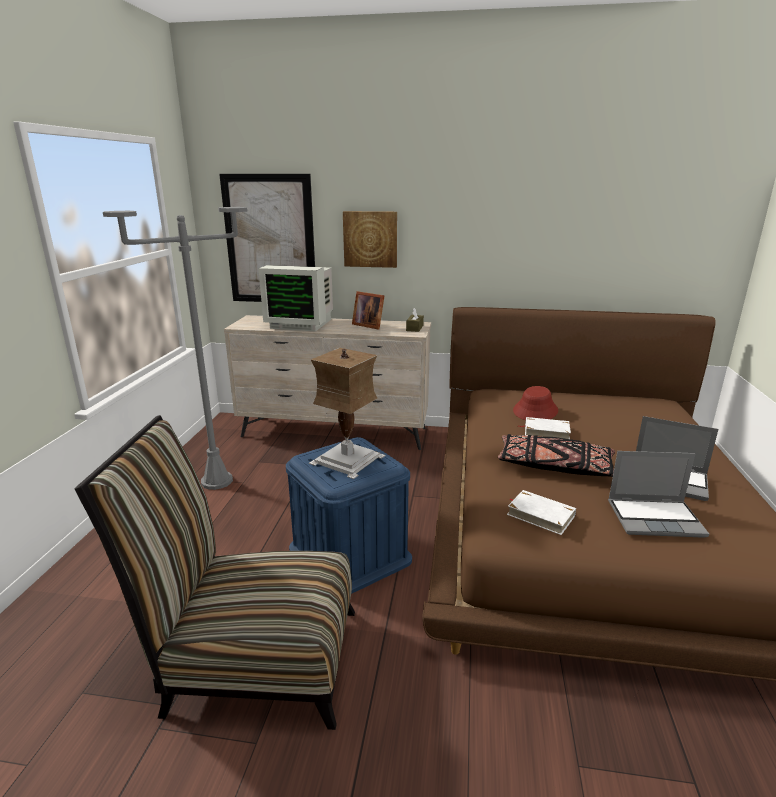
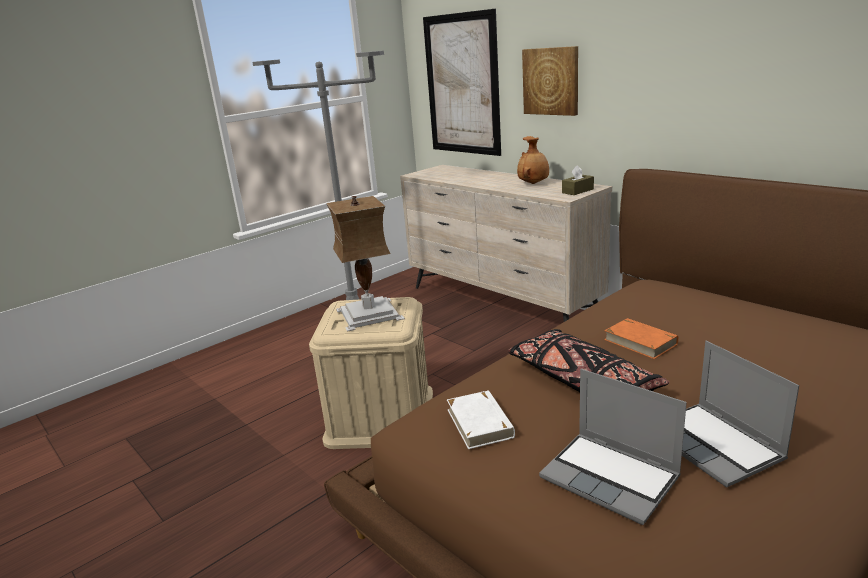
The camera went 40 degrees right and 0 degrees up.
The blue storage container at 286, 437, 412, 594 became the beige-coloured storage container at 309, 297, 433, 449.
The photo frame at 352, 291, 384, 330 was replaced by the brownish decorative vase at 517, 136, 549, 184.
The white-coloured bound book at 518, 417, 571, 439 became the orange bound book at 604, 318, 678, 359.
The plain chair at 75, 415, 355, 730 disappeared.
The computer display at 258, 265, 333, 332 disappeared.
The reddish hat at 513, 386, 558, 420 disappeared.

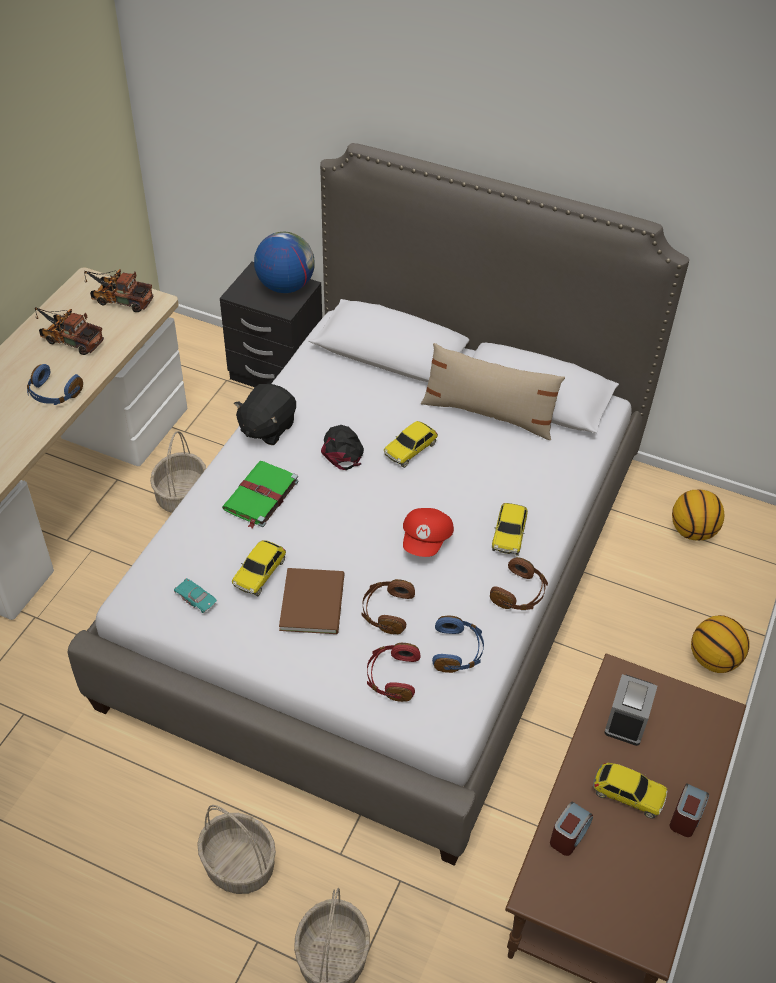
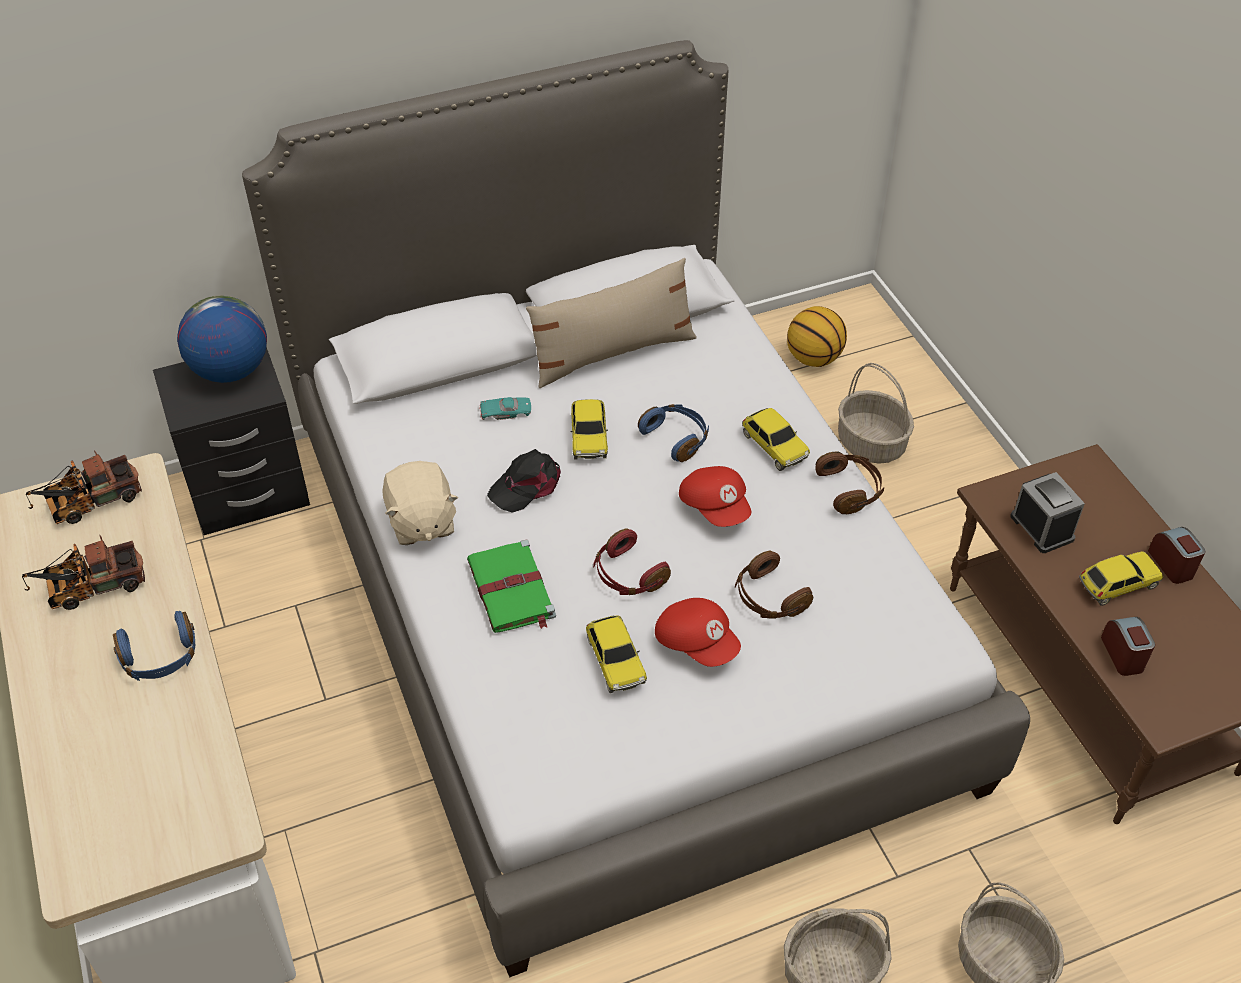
The camera went 45 degrees left and 0 degrees up.
The black plush toy at 234, 384, 296, 445 became the beige-coloured plush toy at 382, 461, 458, 545.
The blue-green toy car moved from 174, 578, 217, 613 to 479, 397, 531, 420.
The black peaked cap at 321, 425, 364, 470 turned 75 degrees counterclockwise.
The reddish pair of headphones moved from 367, 643, 420, 702 to 593, 528, 671, 595.
The blue pair of headphones moved from 432, 615, 484, 673 to 638, 404, 709, 462.
The brownish bound book at 279, 568, 344, 634 was replaced by the reddish peaked cap at 655, 598, 741, 667.
The basket moved from 150, 431, 206, 513 to 838, 363, 914, 464.
The basketball at 691, 615, 749, 673 disappeared.

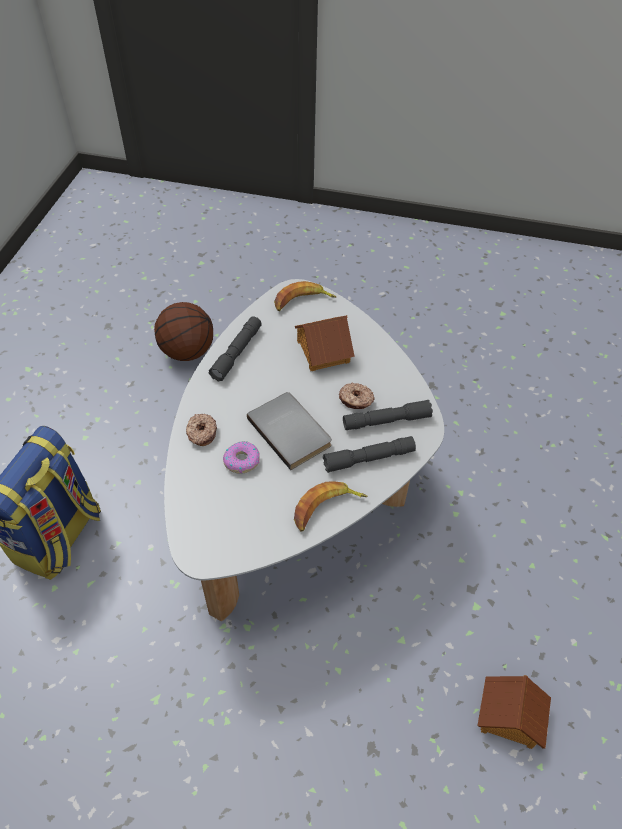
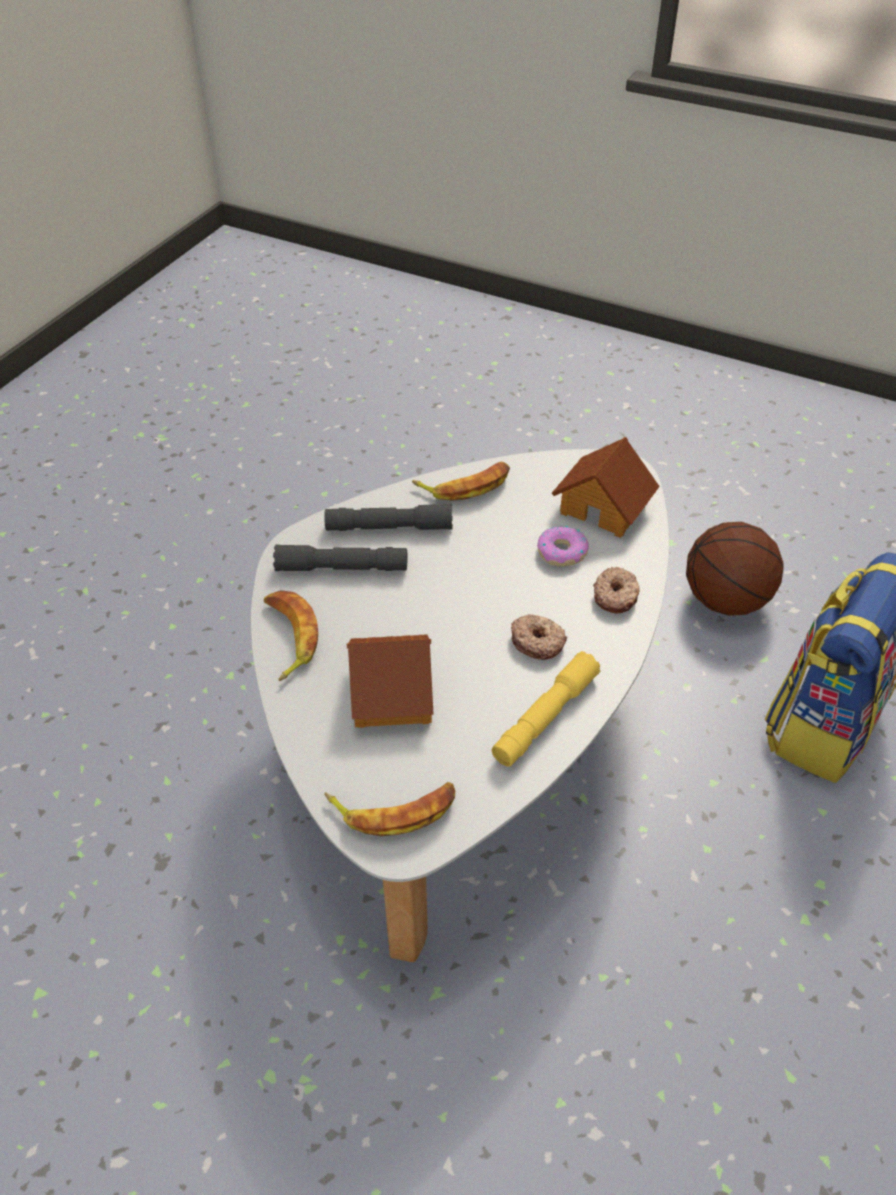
The camera went 165 degrees left and 5 degrees down.
The banana fruit at 264, 590, 318, 681 appeared.
The gray flashlight at 208, 316, 262, 382 became the yellow-coloured flashlight at 492, 651, 601, 767.
The ring doughnut moved from 339, 383, 375, 409 to 511, 614, 567, 660.
The miniature house moved from 477, 675, 551, 749 to 552, 437, 660, 538.
The basketball moved from 154, 302, 213, 361 to 686, 522, 784, 616.
The gray bound book at 247, 392, 332, 470 disappeared.

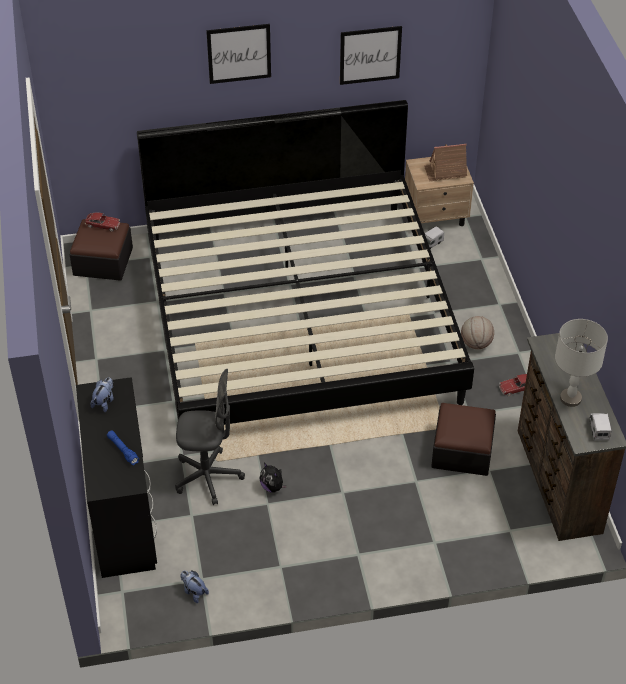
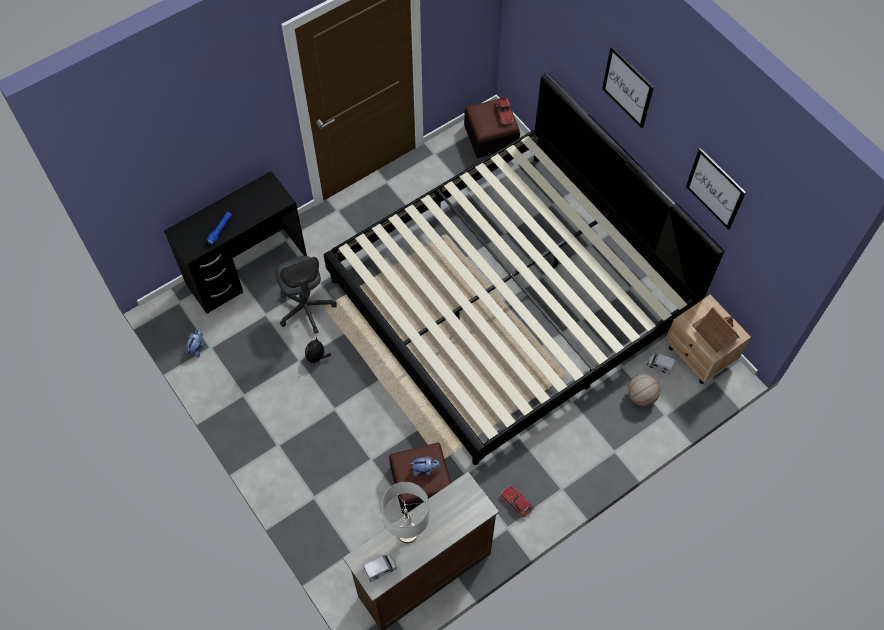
The camera went 65 degrees right and 15 degrees up.
The plush toy moved from 91, 377, 114, 412 to 410, 456, 441, 477.
The basketball moved from 461, 316, 494, 349 to 628, 374, 660, 406.

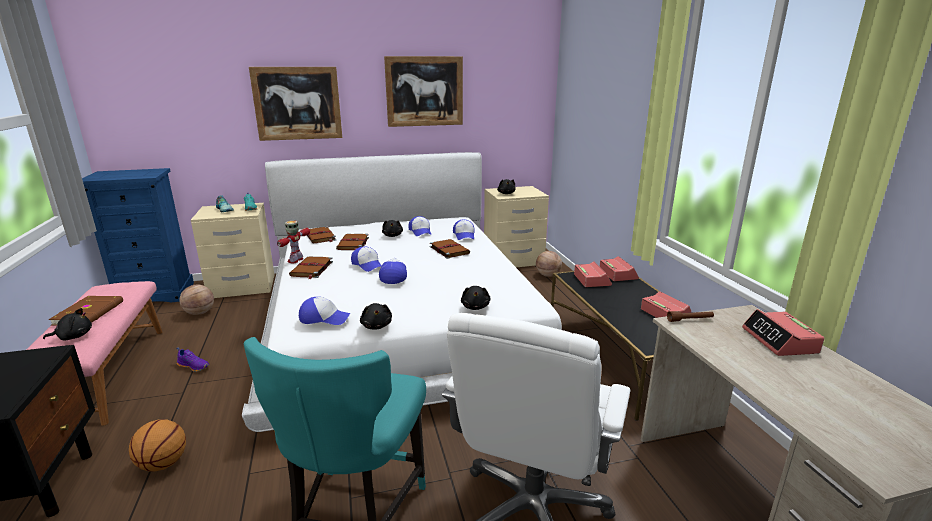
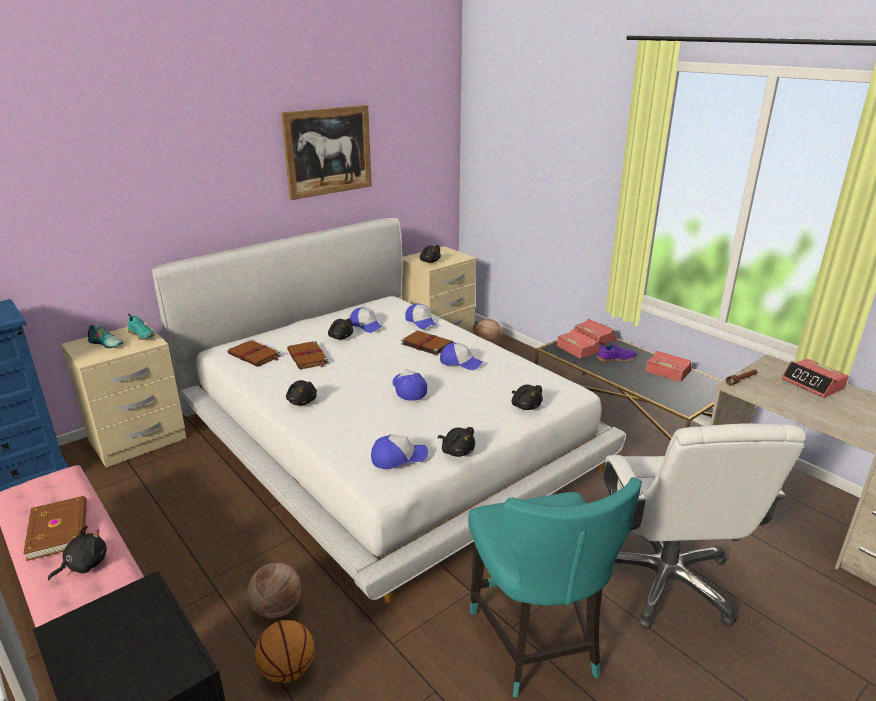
The camera went 25 degrees left and 5 degrees up.
The basketball moved from 179, 285, 214, 315 to 247, 563, 301, 618.
The brownish bound book at 289, 256, 333, 279 was replaced by the black plush toy at 286, 380, 317, 405.
The peaked cap moved from 351, 246, 382, 272 to 440, 343, 483, 370.
The purplish item of footwear moved from 176, 348, 209, 372 to 597, 343, 636, 362.
The wall picture at 249, 67, 342, 141 disappeared.
The toy robot at 277, 221, 310, 263 disappeared.

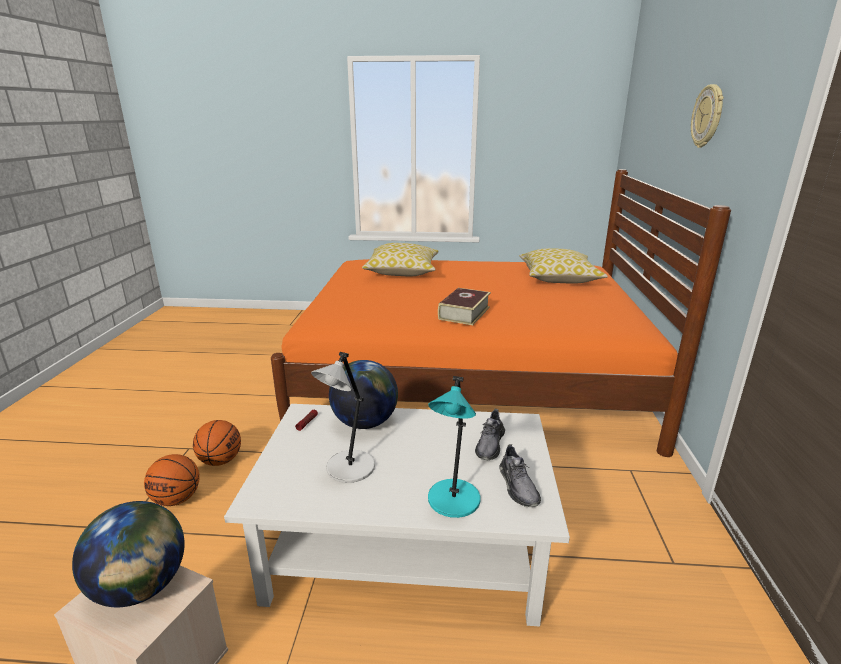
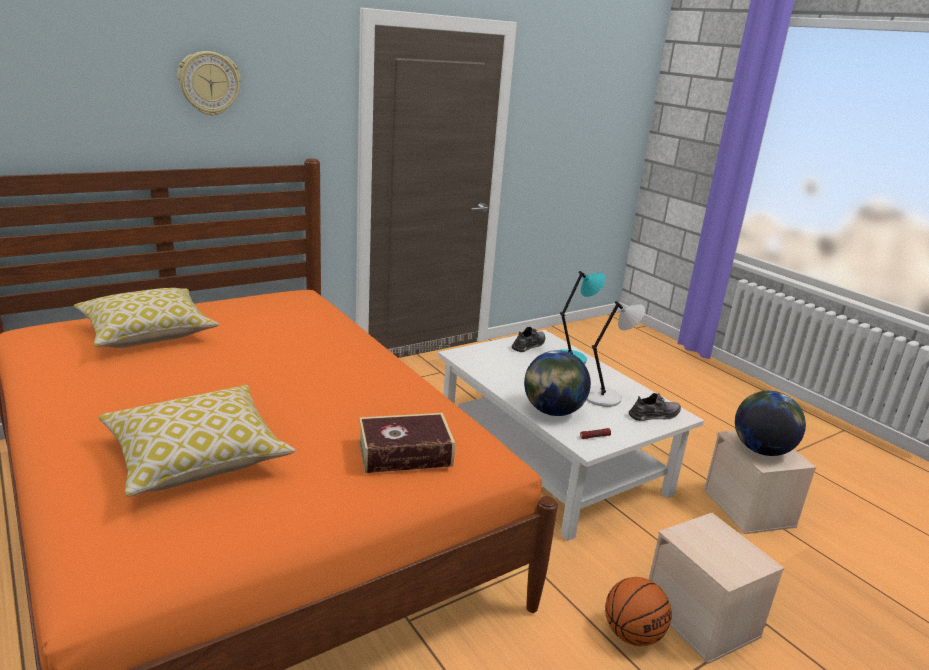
The camera went 130 degrees left and 0 degrees up.
The bound book moved from 438, 288, 491, 325 to 359, 413, 455, 473.
The gray item of footwear moved from 475, 409, 505, 460 to 629, 393, 681, 421.
The basketball at 144, 454, 200, 506 was replaced by the beige-coloured storage container at 649, 513, 784, 664.

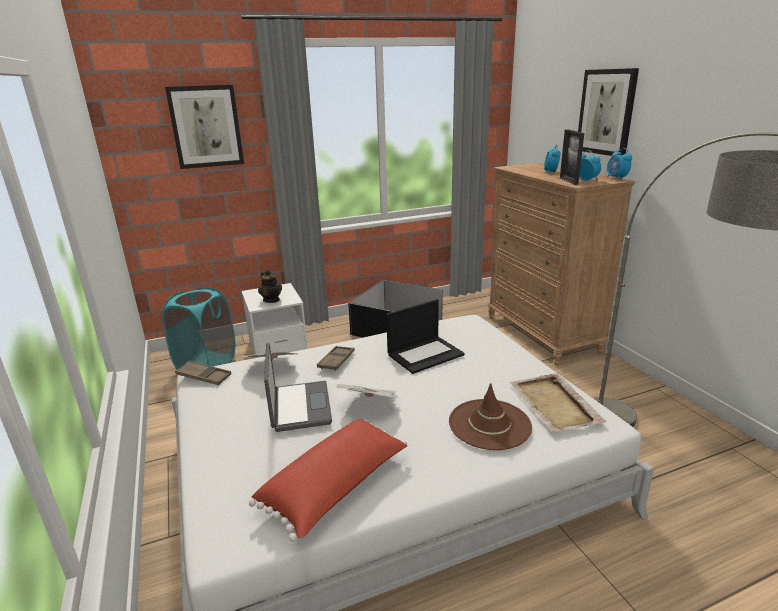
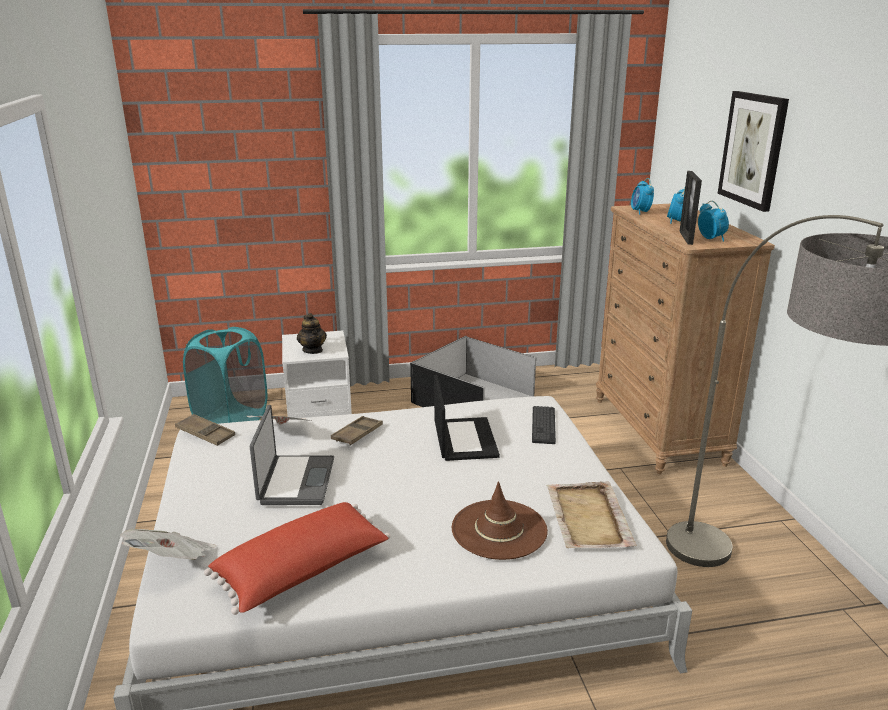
The camera went 10 degrees right and 0 degrees up.
The printed paper moved from 336, 384, 399, 398 to 120, 529, 216, 560.
The laptop at 386, 299, 465, 374 turned 75 degrees counterclockwise.
The PC keyboard at 532, 406, 556, 444 appeared.
The alarm clock moved from 607, 148, 632, 180 to 631, 178, 654, 215.
The wall picture at 165, 85, 244, 169 disappeared.

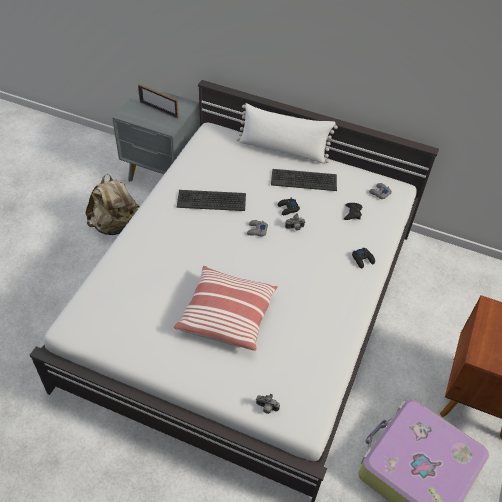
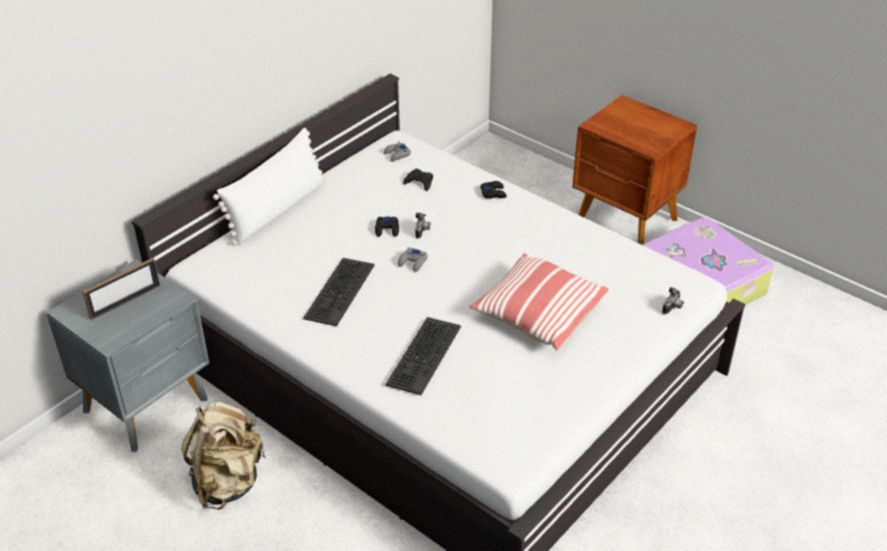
The camera went 70 degrees left and 10 degrees down.
The PC keyboard moved from 271, 169, 337, 191 to 385, 317, 461, 395.

